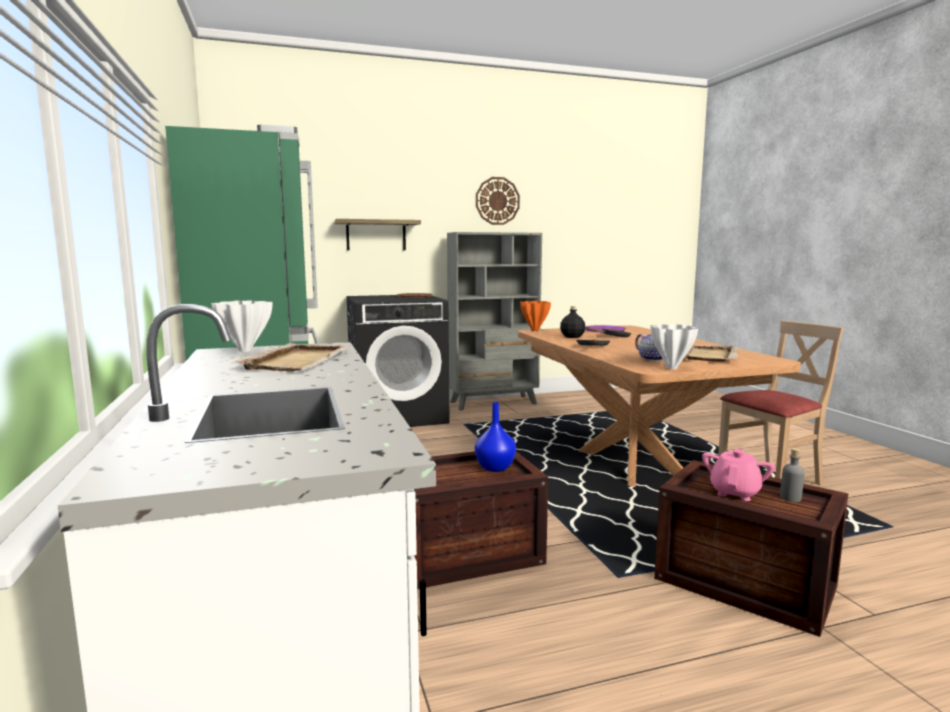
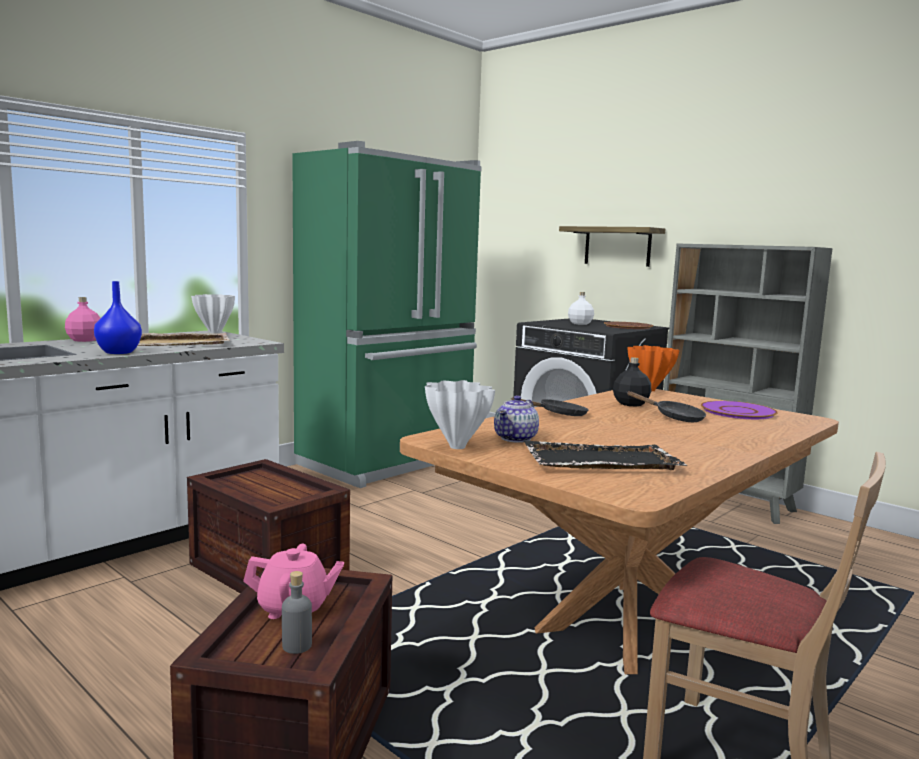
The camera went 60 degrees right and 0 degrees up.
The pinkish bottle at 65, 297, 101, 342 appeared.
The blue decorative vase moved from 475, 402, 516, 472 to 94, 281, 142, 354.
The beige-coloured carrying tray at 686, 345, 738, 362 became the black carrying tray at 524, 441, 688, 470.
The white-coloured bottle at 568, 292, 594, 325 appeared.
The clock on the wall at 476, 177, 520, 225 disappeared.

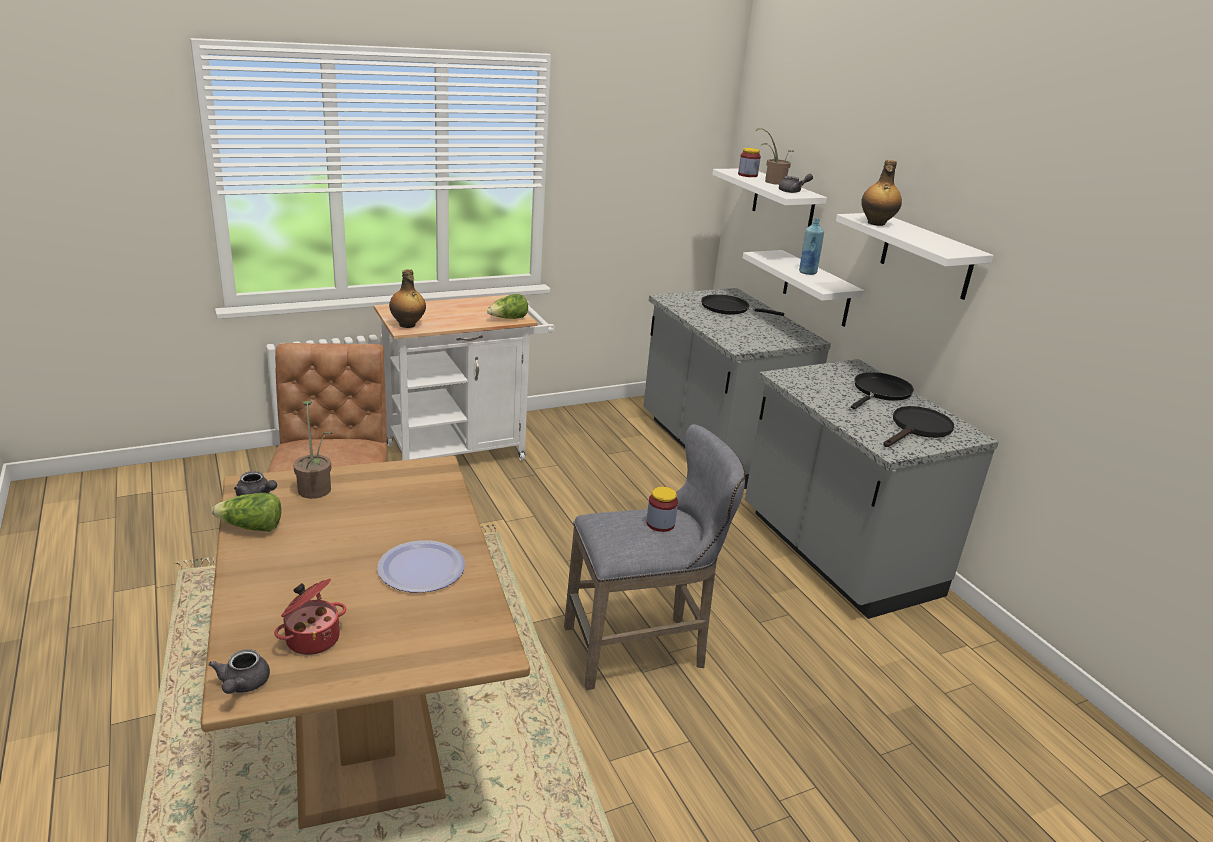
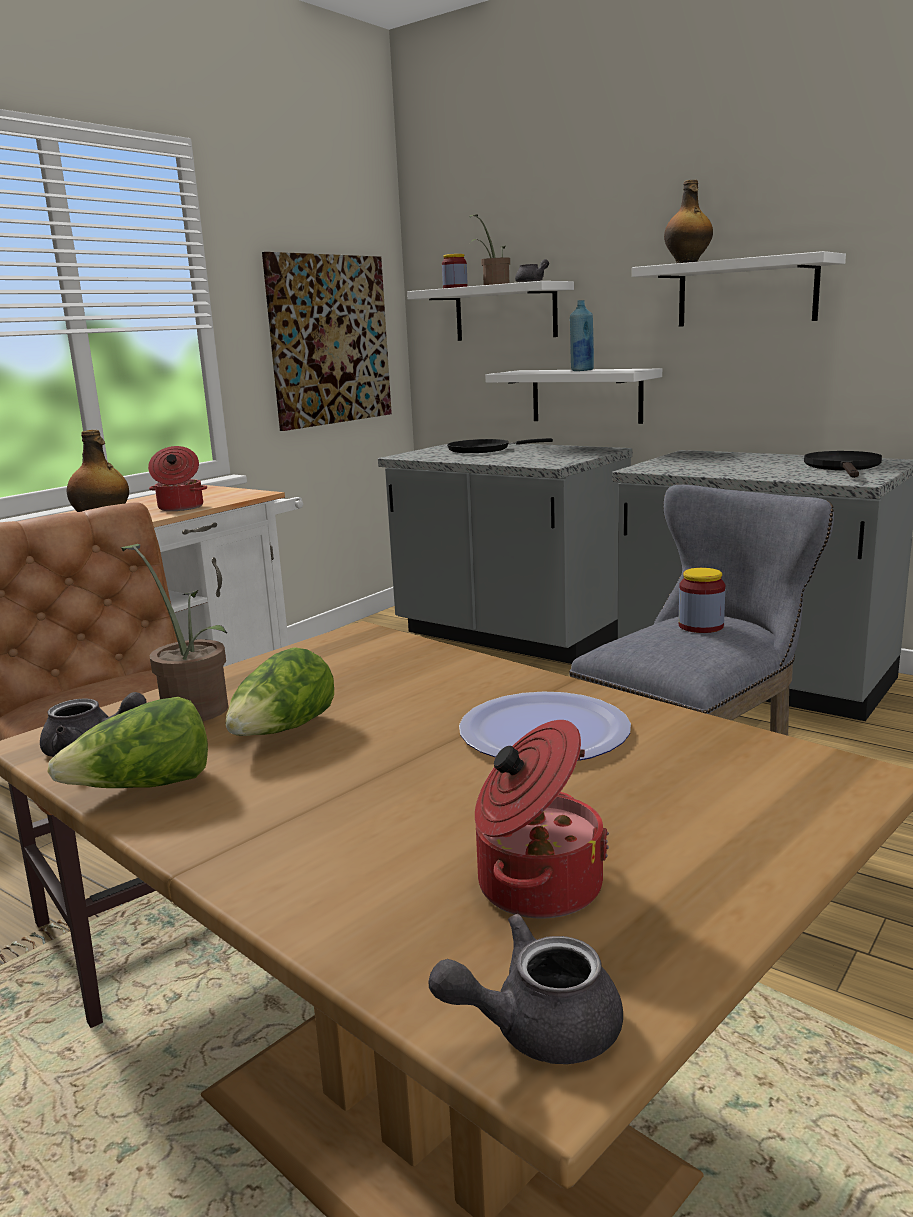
The camera went 25 degrees left and 10 degrees down.
The cooking pot at 148, 446, 207, 511 appeared.
The head of lettuce moved from 487, 294, 528, 319 to 226, 647, 334, 736.
The wall picture at 262, 252, 392, 431 appeared.
The gray teapot at 208, 649, 270, 694 turned 105 degrees clockwise.
The black pan at 851, 372, 914, 409 disappeared.

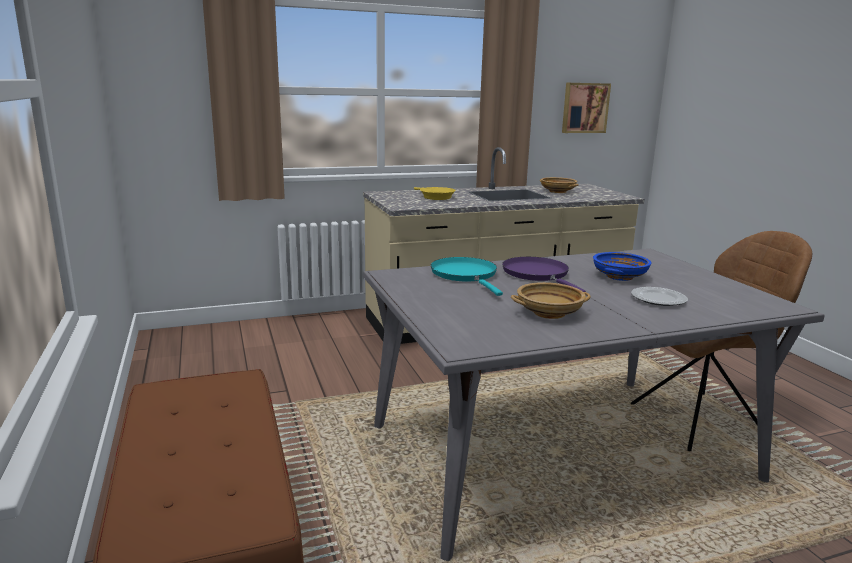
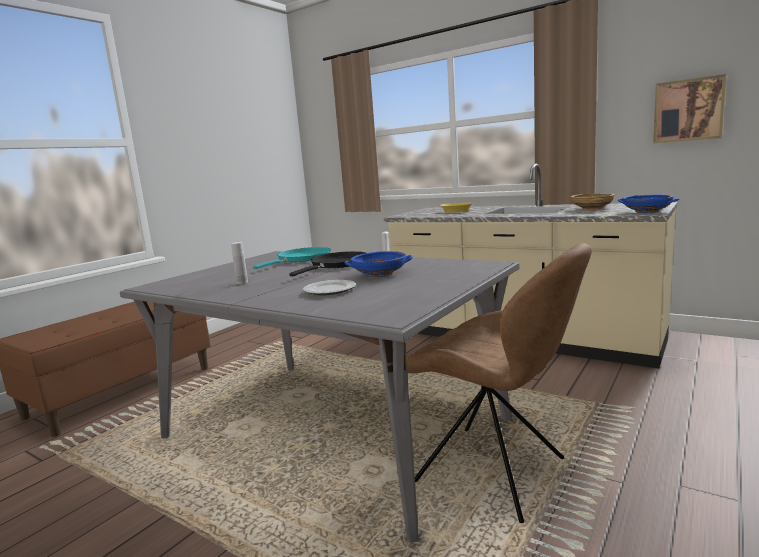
The camera went 55 degrees right and 5 degrees down.
The beige-coloured deep dish at 511, 282, 591, 319 was replaced by the white-coloured bottle at 231, 242, 248, 284.
The purplish pan at 502, 257, 586, 292 became the black pan at 289, 251, 366, 276.
The blue deep dish at 618, 195, 679, 213 appeared.

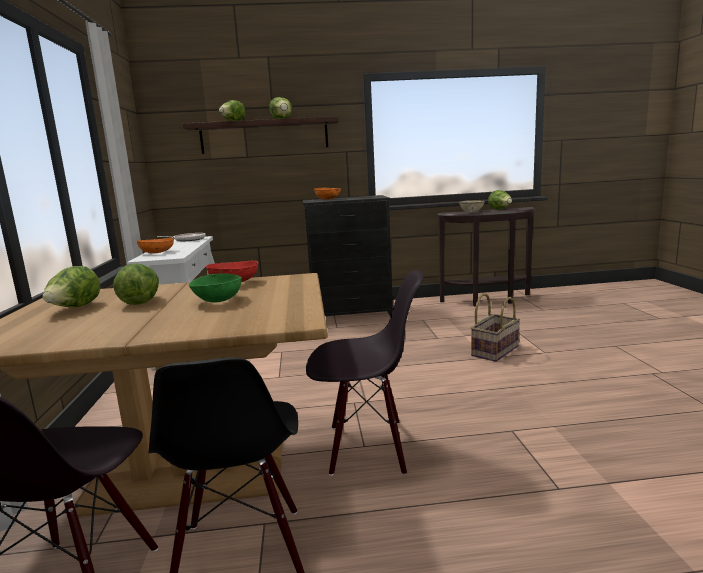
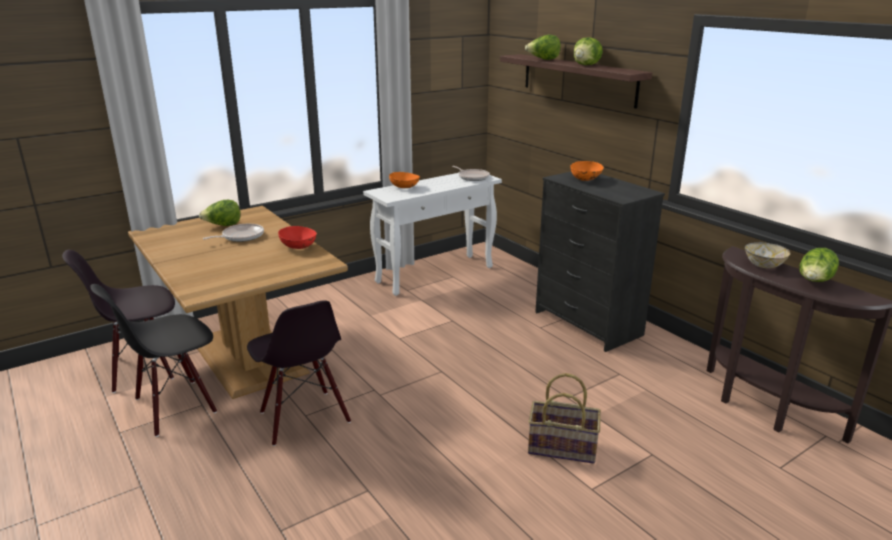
The camera went 60 degrees right and 10 degrees up.
The head of lettuce at 113, 263, 159, 305 was replaced by the pan at 203, 224, 264, 242.
The greenish deep dish at 188, 273, 242, 303 disappeared.

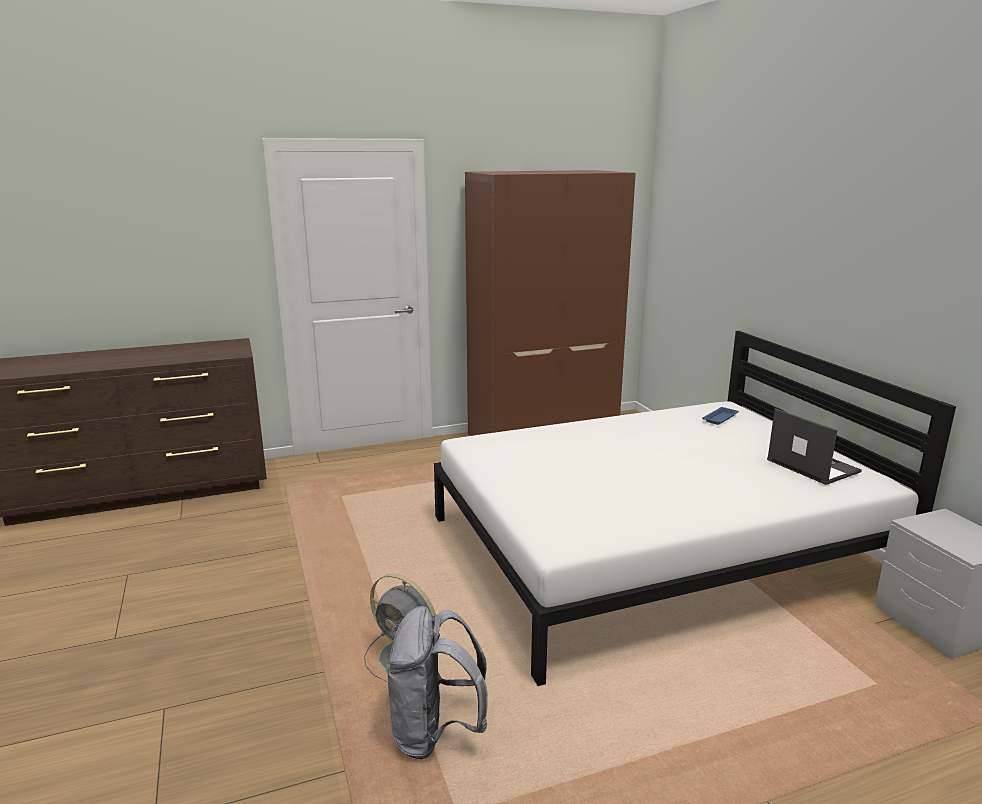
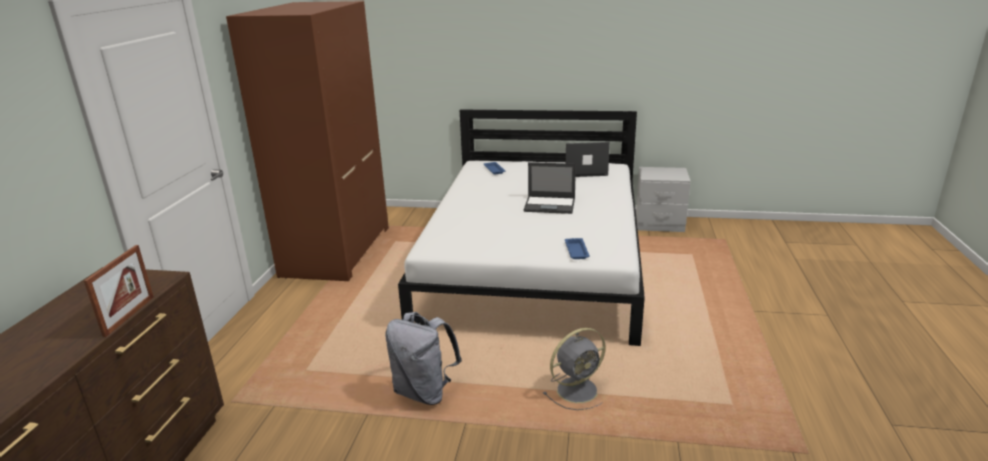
The camera went 60 degrees left and 5 degrees up.
The photo frame at 84, 245, 154, 337 appeared.
The gray rucksack moved from 385, 606, 488, 759 to 385, 312, 462, 405.
The laptop at 524, 162, 576, 214 appeared.
The blue carrying tray at 565, 238, 590, 259 appeared.

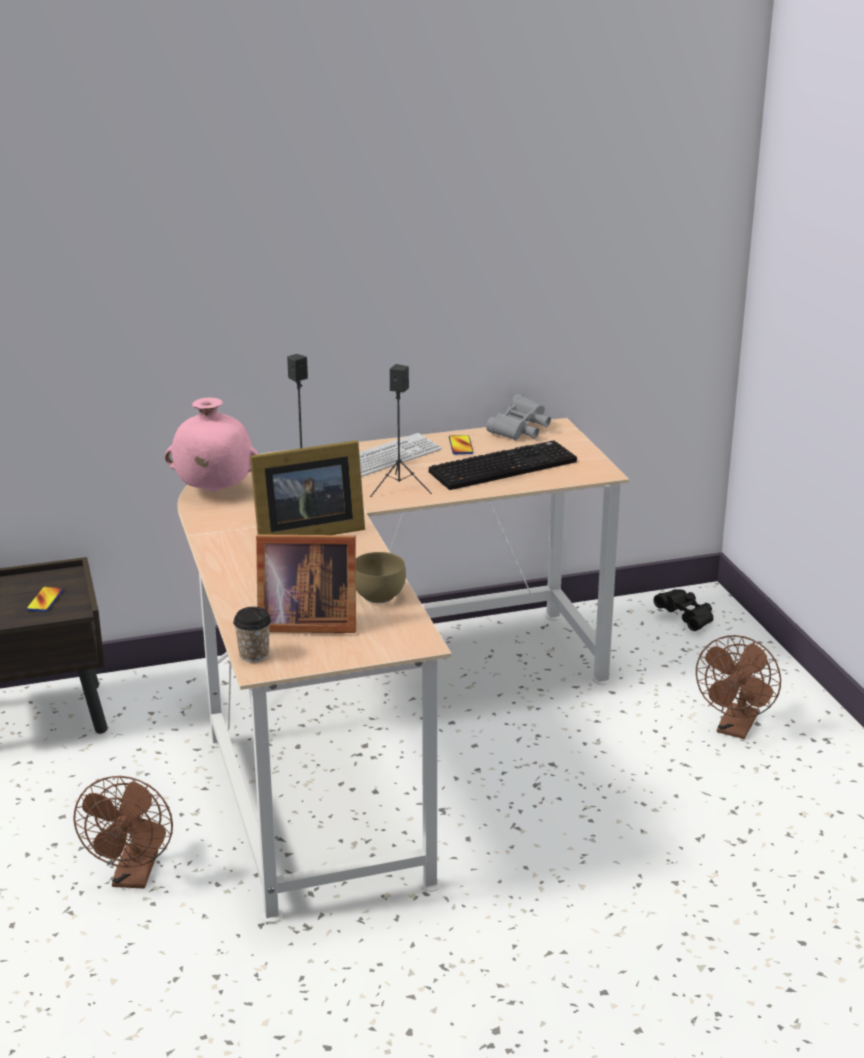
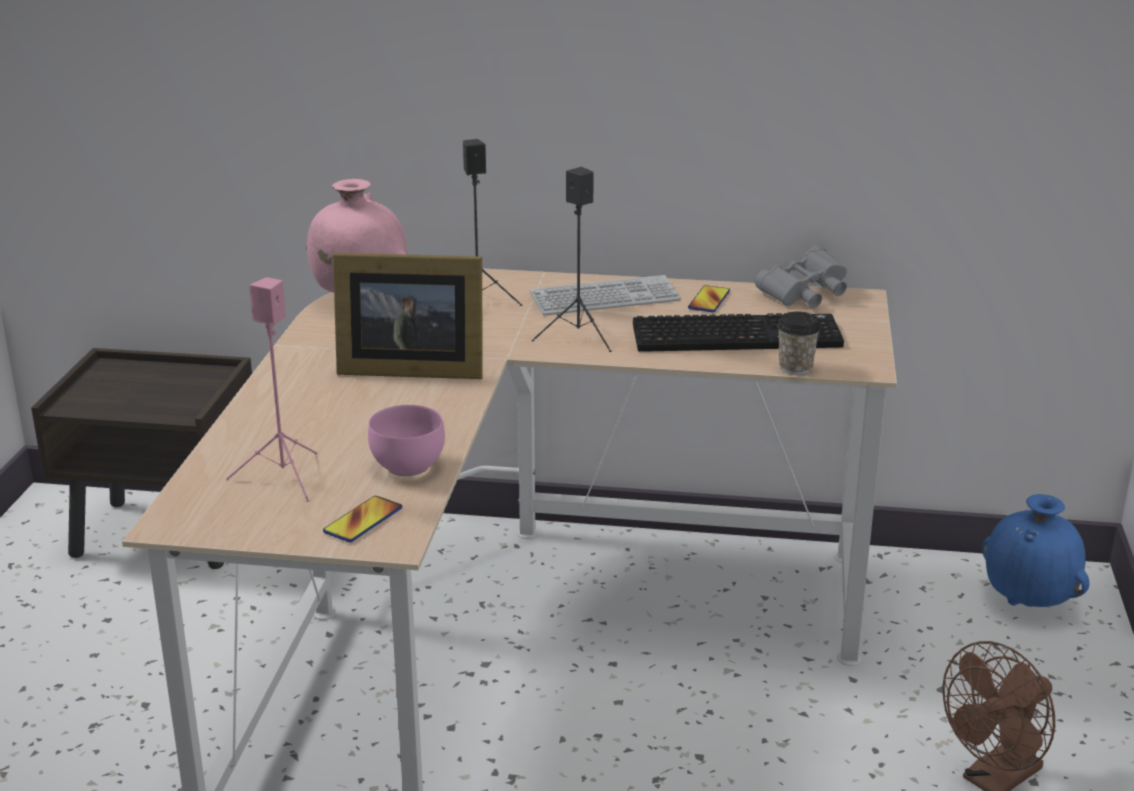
The camera went 25 degrees right and 0 degrees up.
The photo frame at 256, 534, 356, 633 was replaced by the pinkish audio speaker at 226, 277, 318, 502.
The handset moved from 26, 586, 64, 612 to 323, 496, 402, 542.
The brownish deep dish at 356, 552, 406, 603 became the pinkish deep dish at 368, 405, 445, 476.
The small cup moved from 233, 607, 271, 663 to 777, 311, 821, 375.
The black pair of binoculars at 654, 589, 713, 631 was replaced by the blue decorative vase at 982, 494, 1089, 607.
The brownish cooling fan at 73, 776, 173, 889 disappeared.

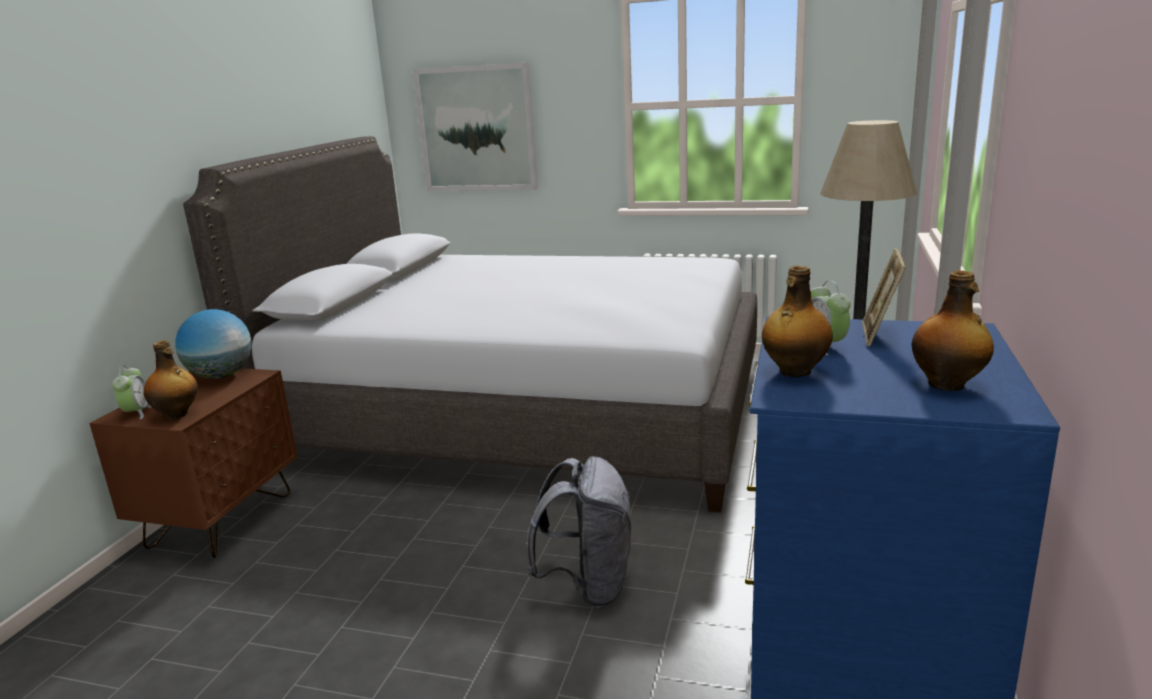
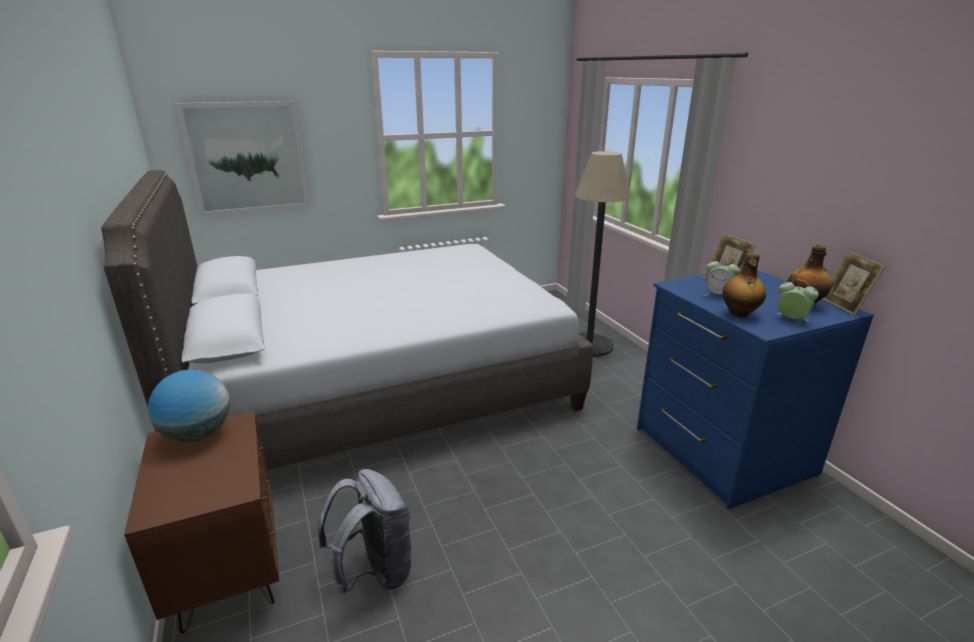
The camera went 40 degrees left and 5 degrees up.
The gray rucksack moved from 527, 456, 631, 607 to 318, 469, 413, 595.
The alarm clock moved from 112, 365, 152, 419 to 777, 279, 819, 322.
The photo frame at 823, 251, 886, 316 appeared.
The bottle at 144, 340, 198, 420 disappeared.

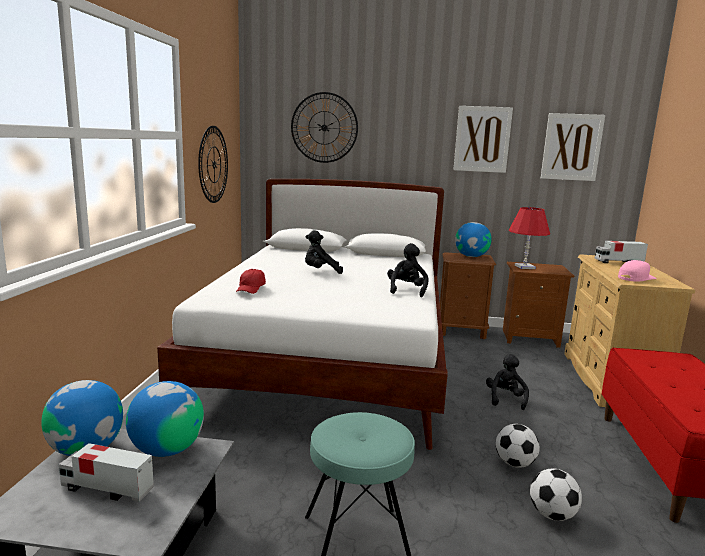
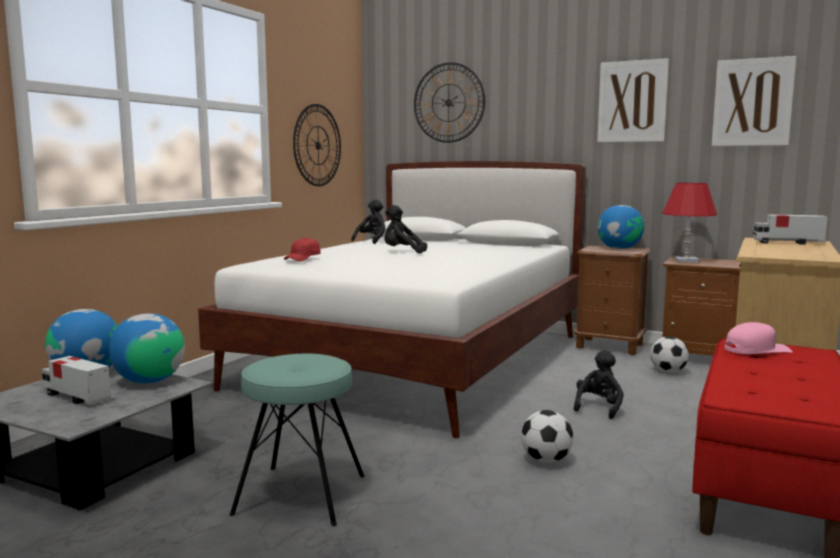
The camera went 20 degrees right and 5 degrees down.
The black plush toy moved from 387, 243, 429, 297 to 351, 200, 386, 244.
The football moved from 530, 468, 582, 521 to 650, 336, 689, 373.
The pinkish peaked cap moved from 618, 260, 657, 282 to 724, 322, 793, 354.

